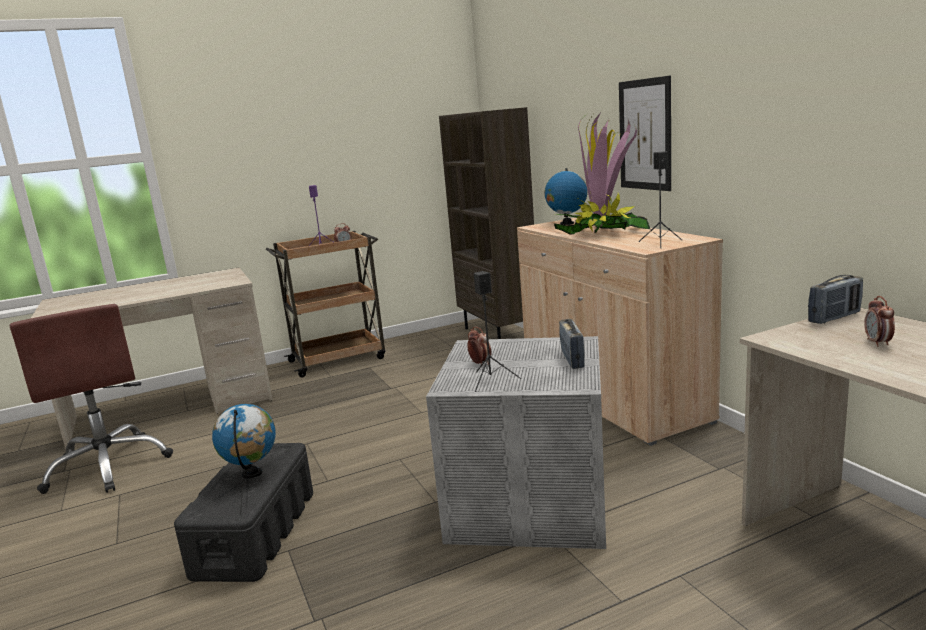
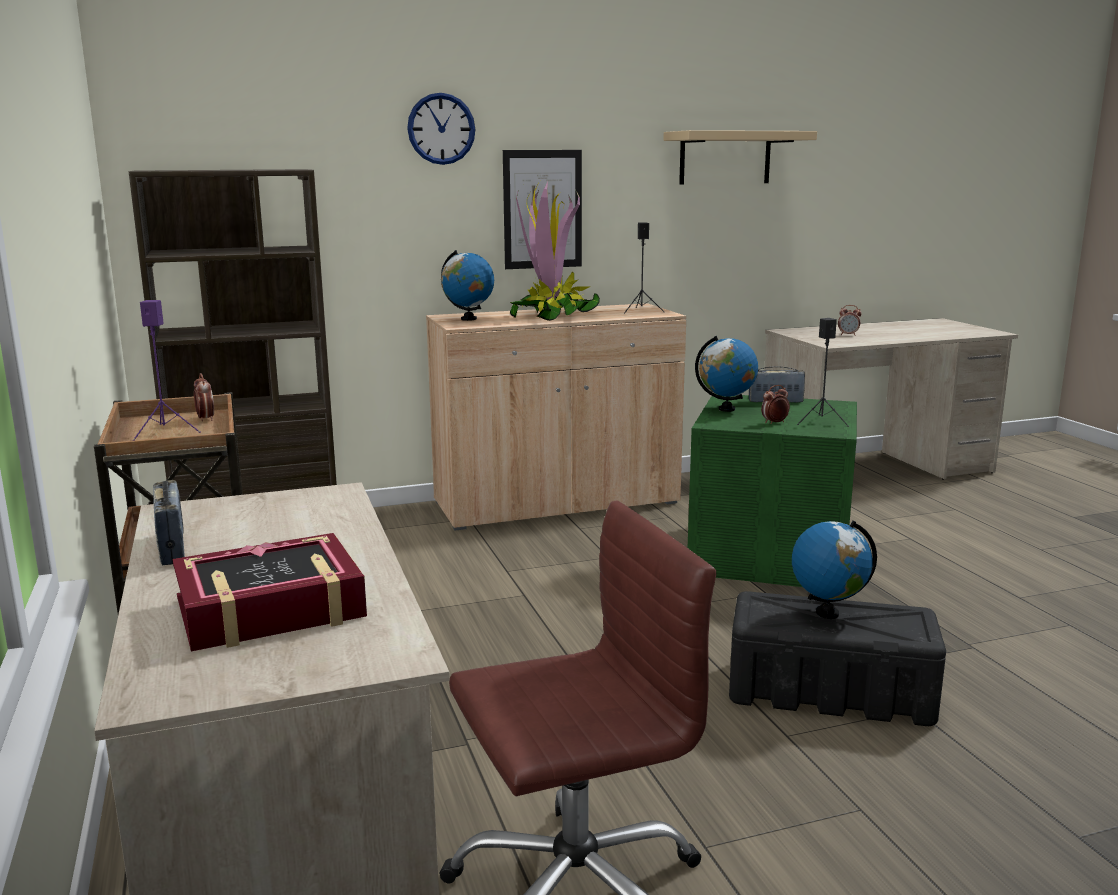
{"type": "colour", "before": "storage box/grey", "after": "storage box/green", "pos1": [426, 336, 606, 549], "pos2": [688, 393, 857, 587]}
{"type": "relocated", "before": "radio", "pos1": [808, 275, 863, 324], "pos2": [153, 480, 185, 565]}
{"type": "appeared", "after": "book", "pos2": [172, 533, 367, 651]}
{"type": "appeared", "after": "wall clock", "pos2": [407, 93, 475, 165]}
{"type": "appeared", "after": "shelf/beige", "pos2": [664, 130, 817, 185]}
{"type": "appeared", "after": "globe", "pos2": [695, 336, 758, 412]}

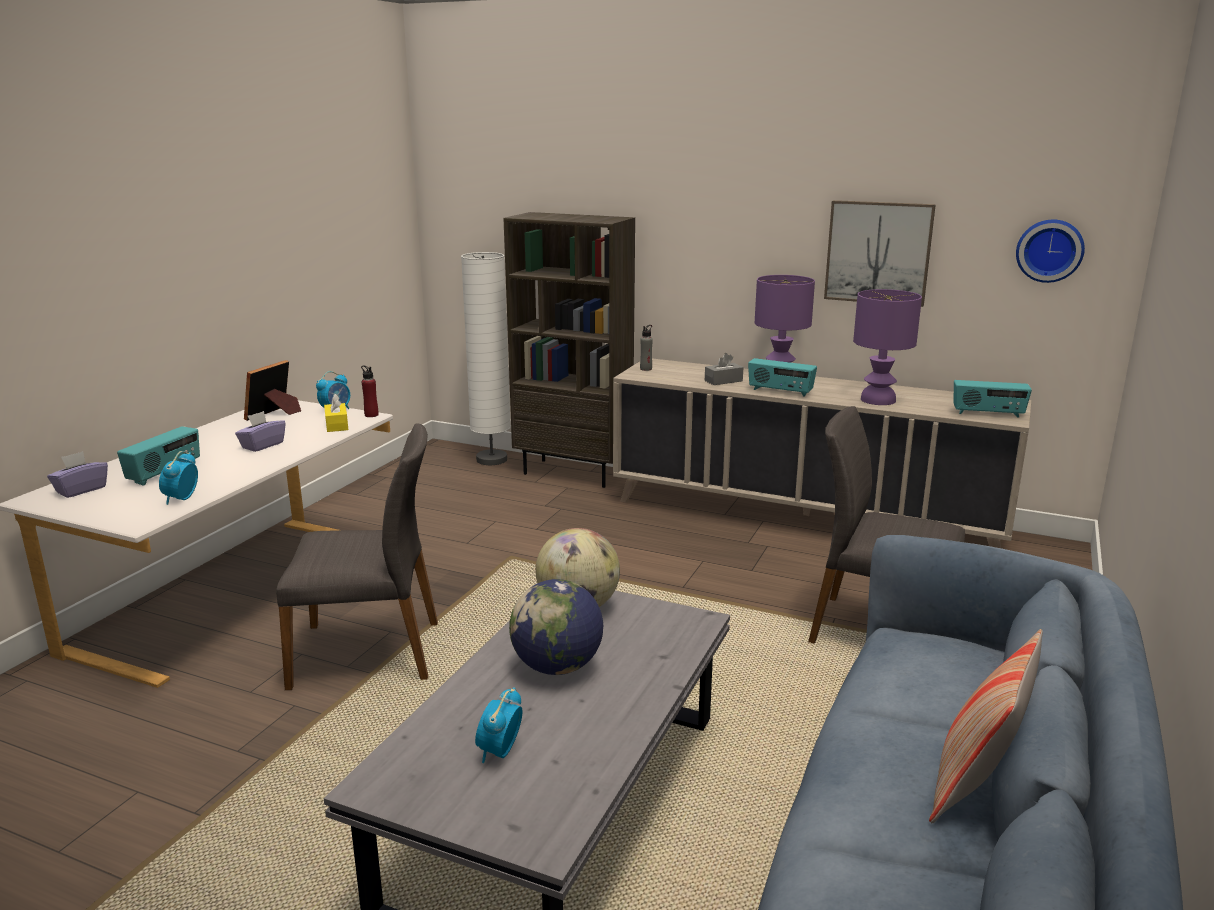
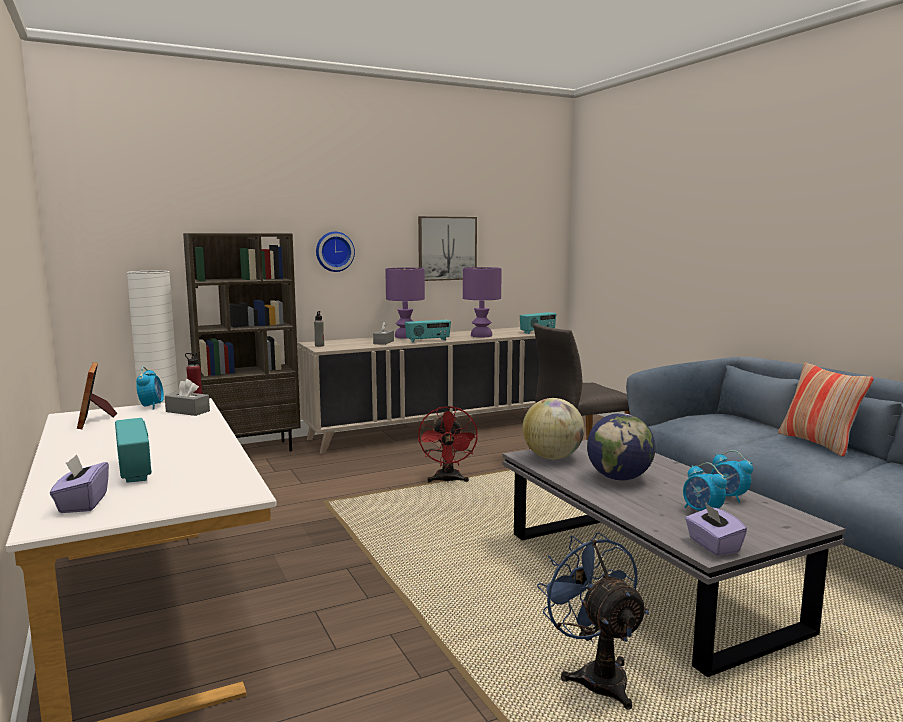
{"type": "relocated", "before": "alarm clock", "pos1": [159, 451, 198, 505], "pos2": [711, 450, 753, 503]}
{"type": "relocated", "before": "tissue box/purple", "pos1": [235, 411, 286, 452], "pos2": [685, 503, 747, 556]}
{"type": "missing", "before": "chair/grey", "pos1": [276, 423, 438, 690]}
{"type": "colour", "before": "tissue box/yellow", "after": "tissue box/grey", "pos1": [324, 394, 348, 432], "pos2": [165, 379, 210, 416]}
{"type": "relocated", "before": "wall clock", "pos1": [1016, 219, 1085, 283], "pos2": [316, 232, 355, 272]}
{"type": "appeared", "after": "fan/red", "pos2": [418, 406, 478, 483]}
{"type": "appeared", "after": "fan/blue", "pos2": [537, 532, 649, 710]}

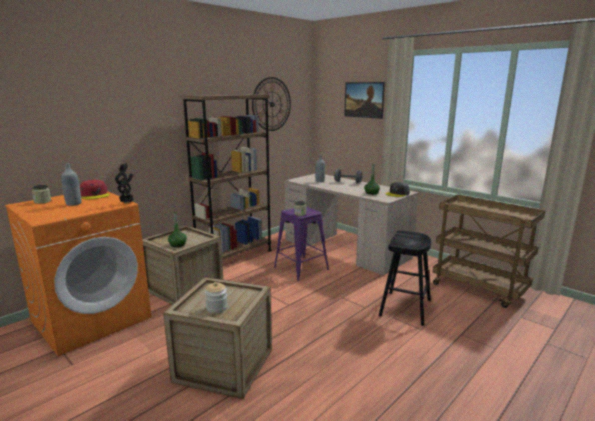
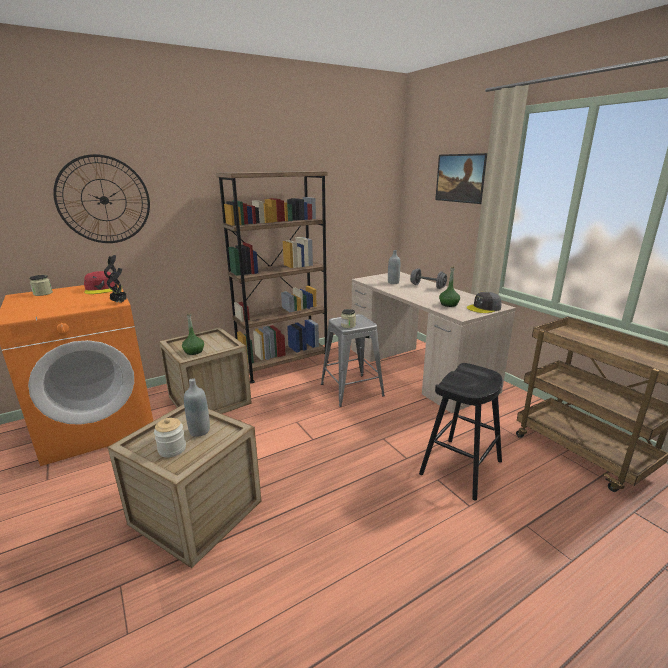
{"type": "relocated", "before": "bottle/grey", "pos1": [61, 163, 81, 206], "pos2": [184, 378, 210, 437]}
{"type": "relocated", "before": "wall clock", "pos1": [252, 77, 291, 131], "pos2": [53, 154, 150, 243]}
{"type": "colour", "before": "stool/purple", "after": "stool/grey", "pos1": [274, 207, 329, 281], "pos2": [321, 314, 385, 407]}

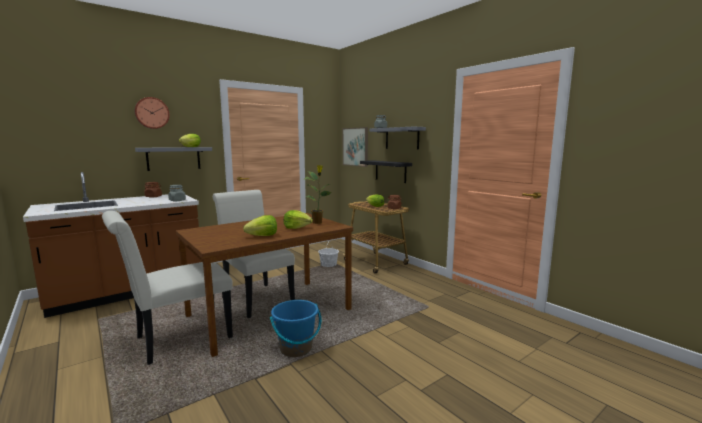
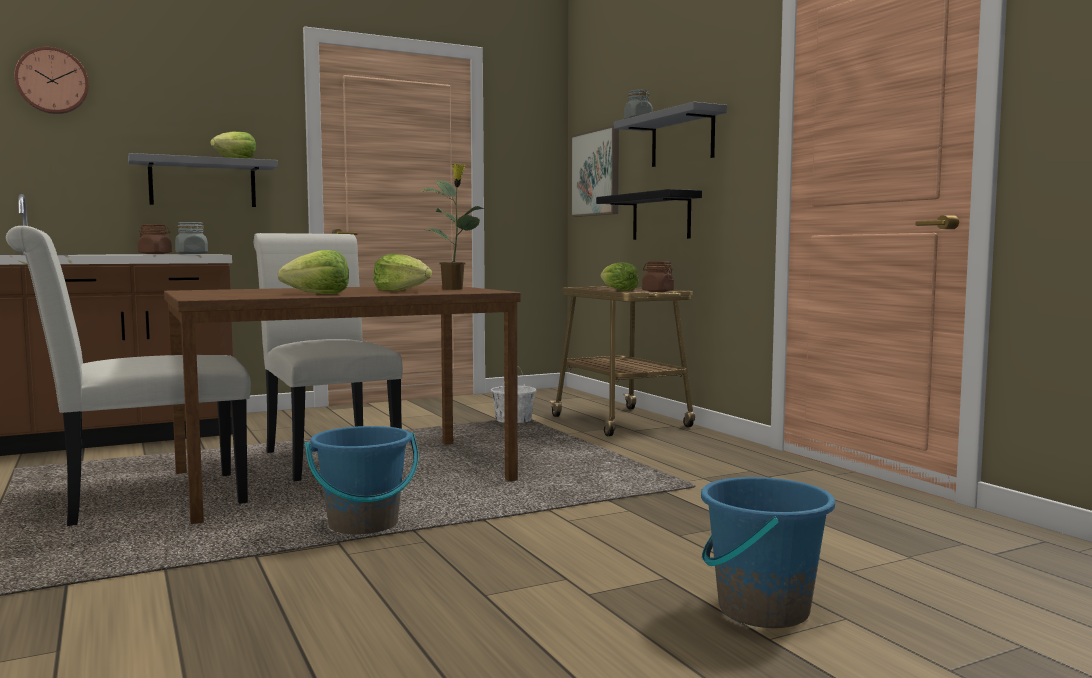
{"type": "relocated", "before": "wall clock", "pos1": [135, 97, 170, 129], "pos2": [14, 47, 89, 114]}
{"type": "appeared", "after": "bucket/blue", "pos2": [701, 477, 835, 628]}

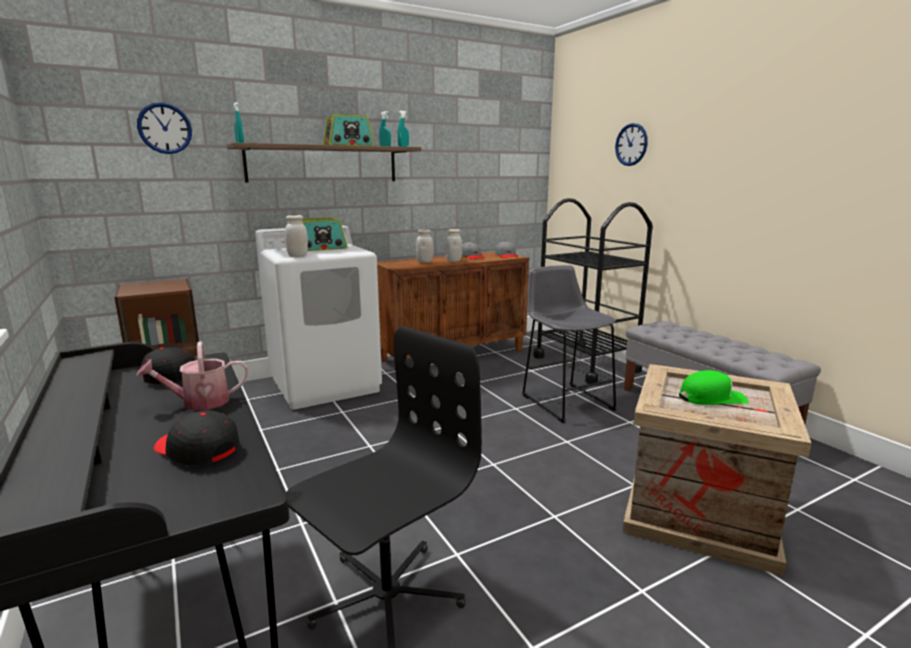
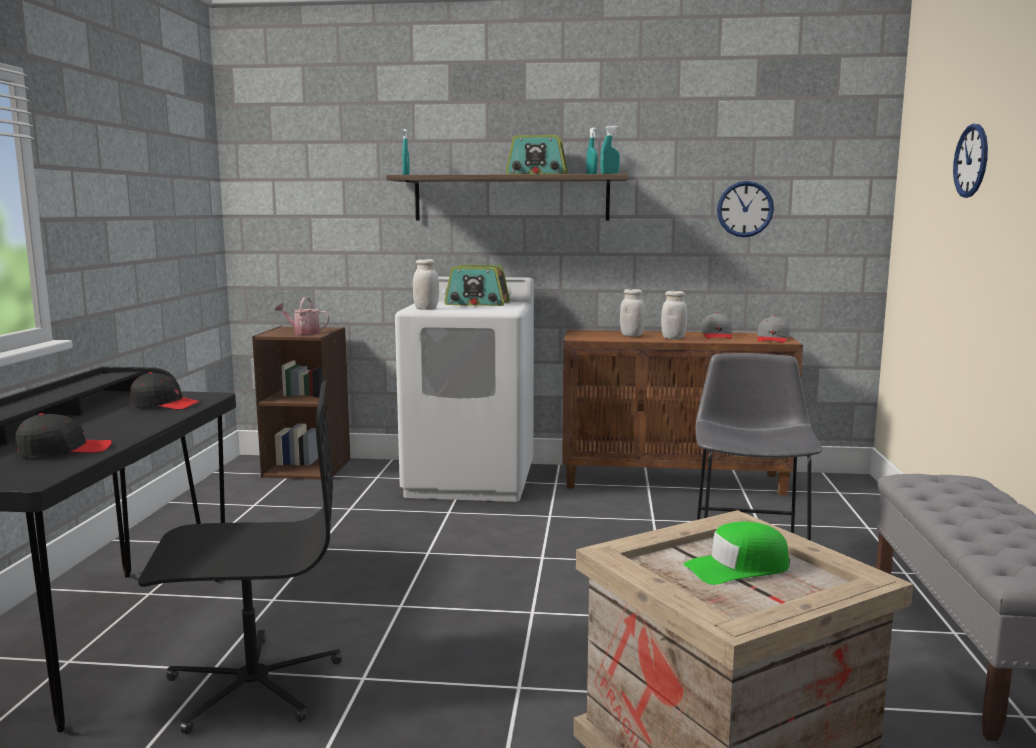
{"type": "relocated", "before": "watering can", "pos1": [136, 341, 248, 410], "pos2": [275, 297, 330, 335]}
{"type": "relocated", "before": "wall clock", "pos1": [137, 102, 192, 154], "pos2": [717, 181, 774, 237]}
{"type": "spun", "before": "cap/black", "pos1": [153, 410, 240, 465], "pos2": [15, 413, 112, 456], "turn": 90}
{"type": "missing", "before": "cart/black", "pos1": [533, 198, 653, 384]}
{"type": "spun", "before": "cap/green", "pos1": [679, 370, 749, 405], "pos2": [684, 522, 790, 585], "turn": 135}

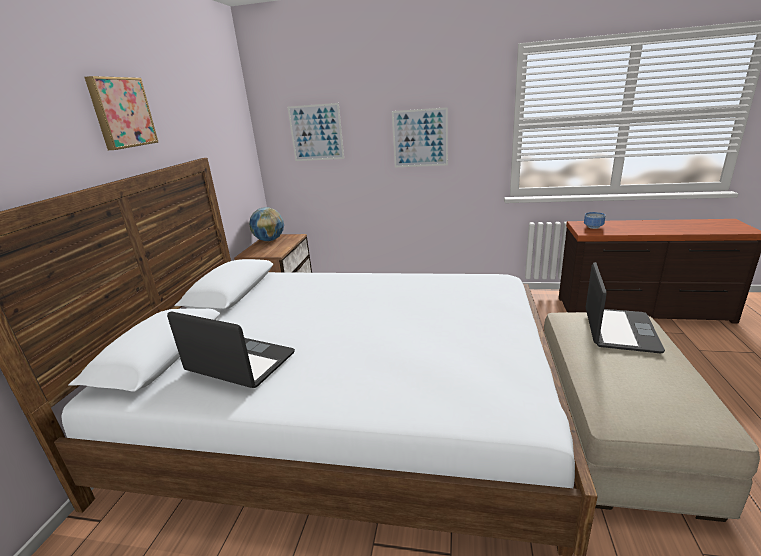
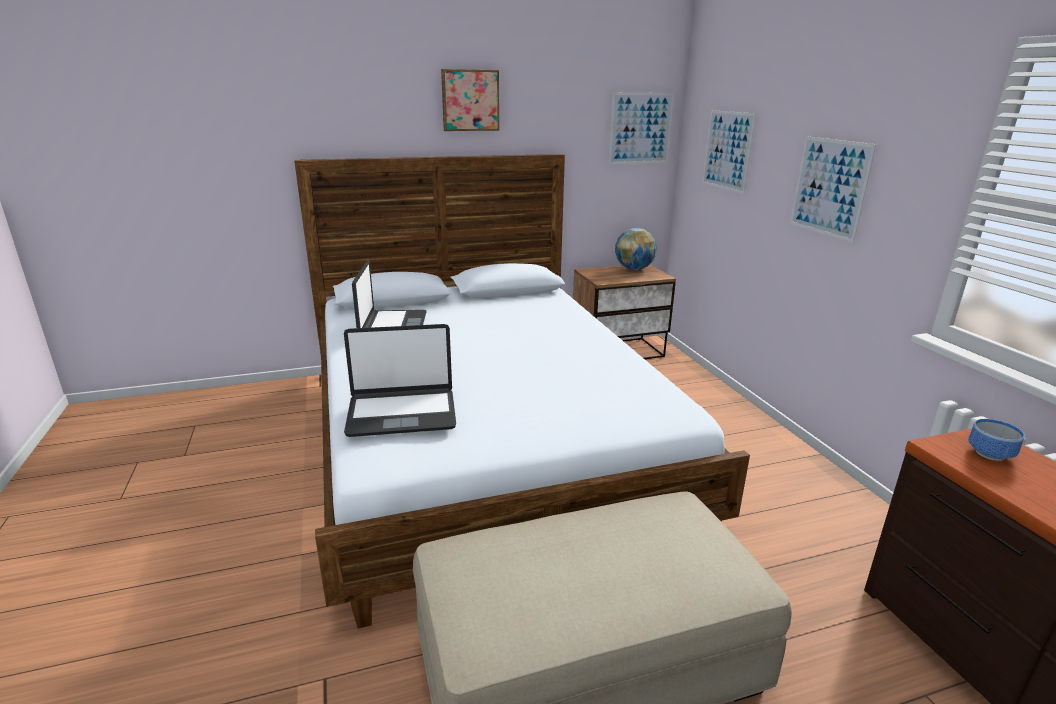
{"type": "relocated", "before": "laptop", "pos1": [586, 262, 665, 354], "pos2": [344, 324, 456, 437]}
{"type": "appeared", "after": "picture", "pos2": [609, 93, 674, 164]}

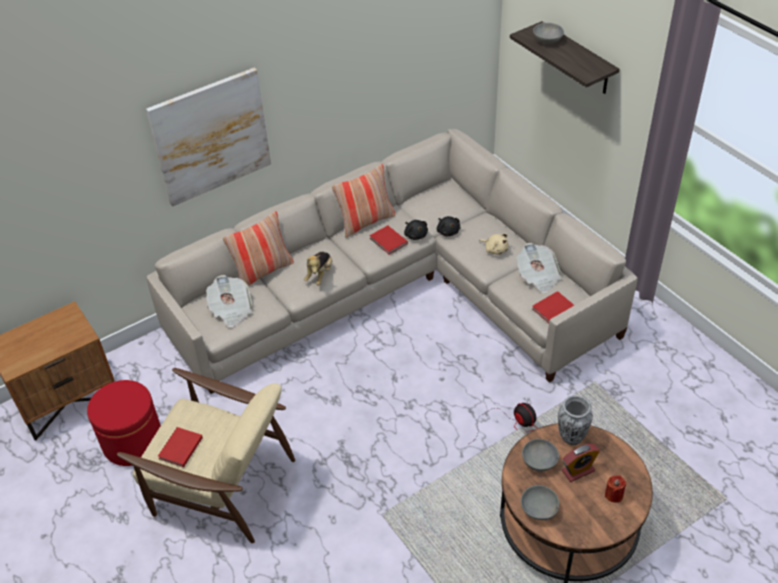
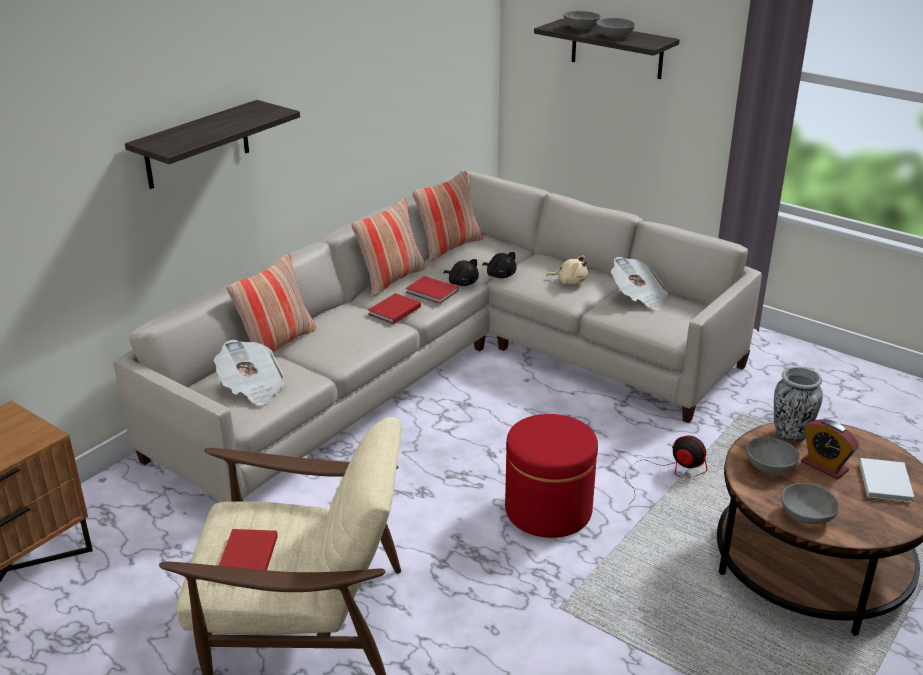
{"type": "relocated", "before": "ottoman/red", "pos1": [87, 380, 161, 466], "pos2": [505, 414, 598, 538]}
{"type": "exchanged", "before": "picture", "after": "shelf", "pos1": [146, 68, 271, 207], "pos2": [125, 100, 300, 189]}
{"type": "missing", "before": "plush toy", "pos1": [304, 252, 333, 286]}
{"type": "relocated", "before": "book/red", "pos1": [532, 291, 574, 323], "pos2": [368, 293, 421, 324]}
{"type": "spun", "before": "alarm clock", "pos1": [562, 444, 600, 482], "pos2": [801, 419, 859, 480], "turn": 90}
{"type": "exchanged", "before": "candle/red", "after": "book/white", "pos1": [605, 475, 626, 503], "pos2": [859, 458, 915, 503]}
{"type": "appeared", "after": "pillow", "pos2": [413, 171, 483, 262]}
{"type": "appeared", "after": "bowl/grey", "pos2": [596, 18, 635, 38]}

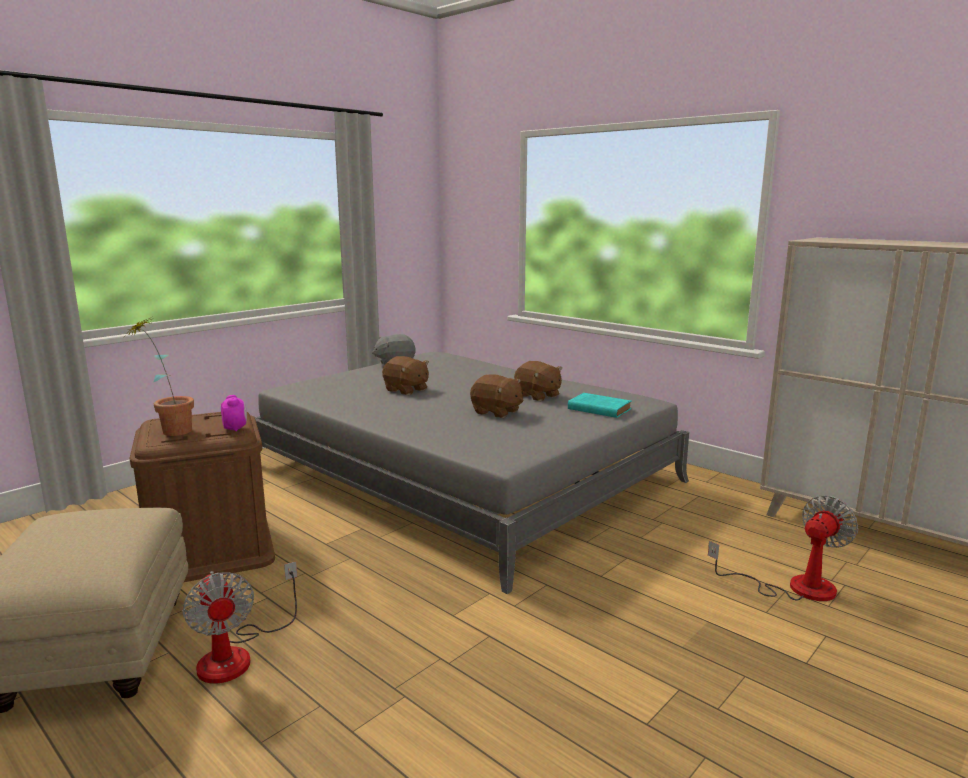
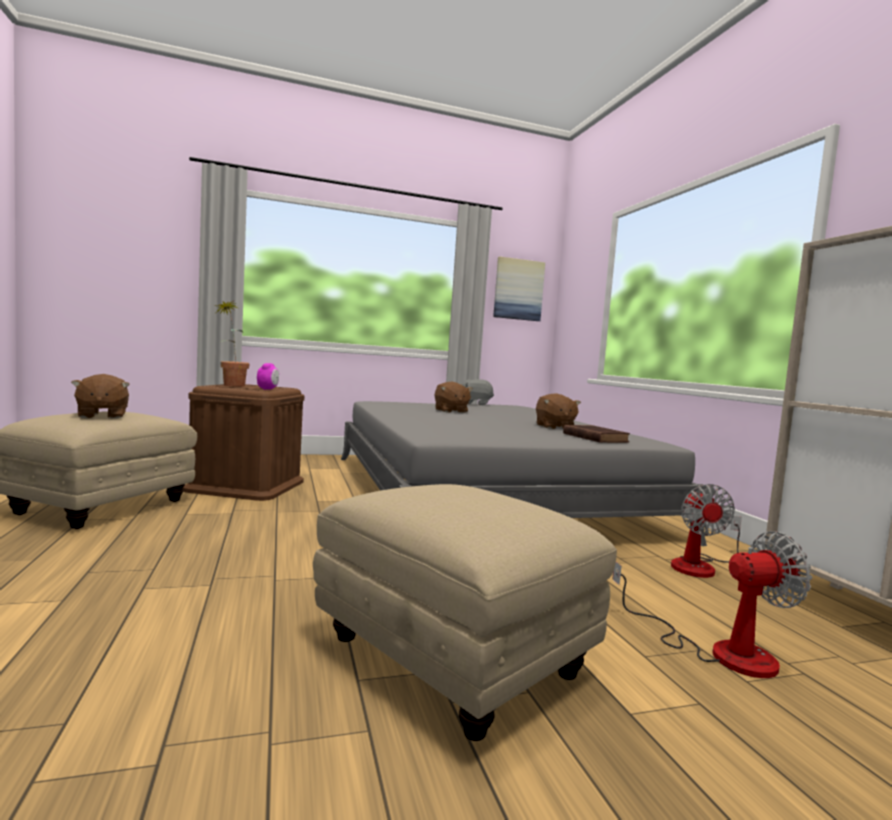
{"type": "relocated", "before": "fan", "pos1": [182, 562, 297, 684], "pos2": [671, 484, 742, 578]}
{"type": "relocated", "before": "plush toy/brown", "pos1": [470, 374, 523, 418], "pos2": [71, 374, 130, 418]}
{"type": "colour", "before": "book/turquoise", "after": "book/brown", "pos1": [568, 393, 632, 418], "pos2": [563, 425, 630, 443]}
{"type": "appeared", "after": "ottoman/beige", "pos2": [313, 484, 617, 741]}
{"type": "appeared", "after": "picture", "pos2": [493, 256, 545, 321]}

